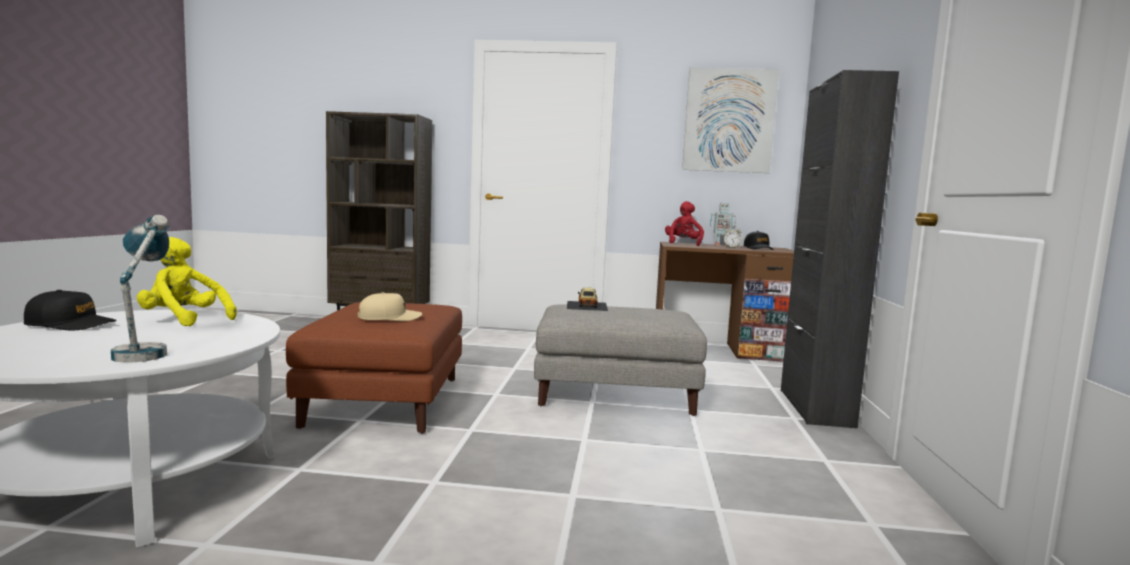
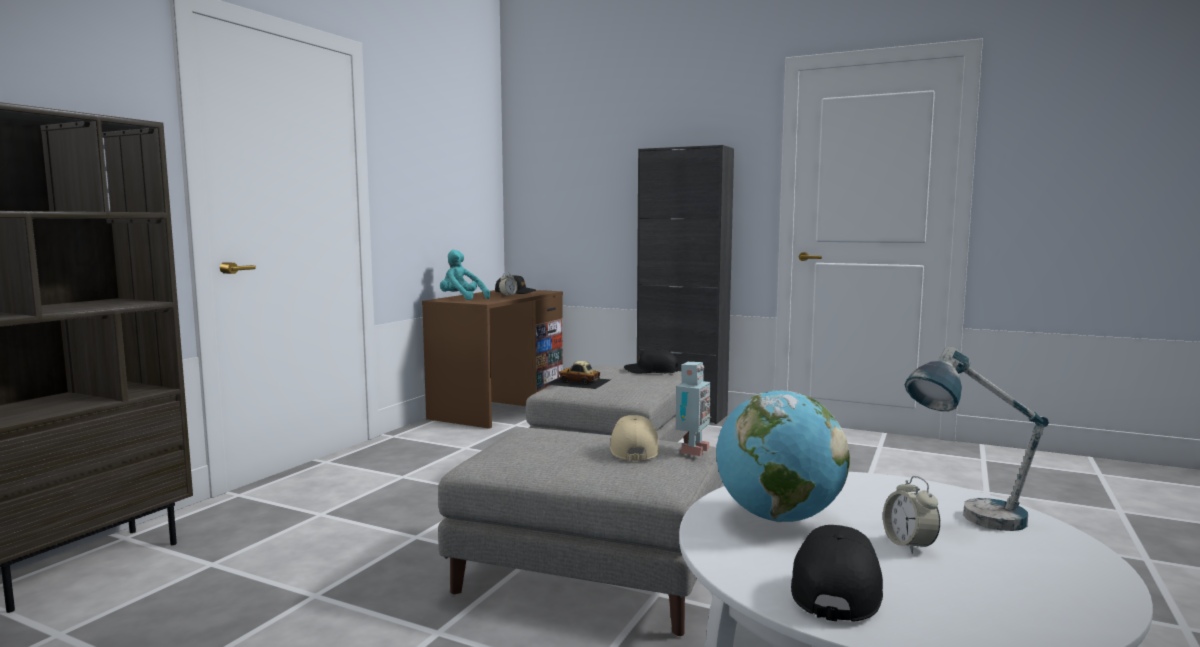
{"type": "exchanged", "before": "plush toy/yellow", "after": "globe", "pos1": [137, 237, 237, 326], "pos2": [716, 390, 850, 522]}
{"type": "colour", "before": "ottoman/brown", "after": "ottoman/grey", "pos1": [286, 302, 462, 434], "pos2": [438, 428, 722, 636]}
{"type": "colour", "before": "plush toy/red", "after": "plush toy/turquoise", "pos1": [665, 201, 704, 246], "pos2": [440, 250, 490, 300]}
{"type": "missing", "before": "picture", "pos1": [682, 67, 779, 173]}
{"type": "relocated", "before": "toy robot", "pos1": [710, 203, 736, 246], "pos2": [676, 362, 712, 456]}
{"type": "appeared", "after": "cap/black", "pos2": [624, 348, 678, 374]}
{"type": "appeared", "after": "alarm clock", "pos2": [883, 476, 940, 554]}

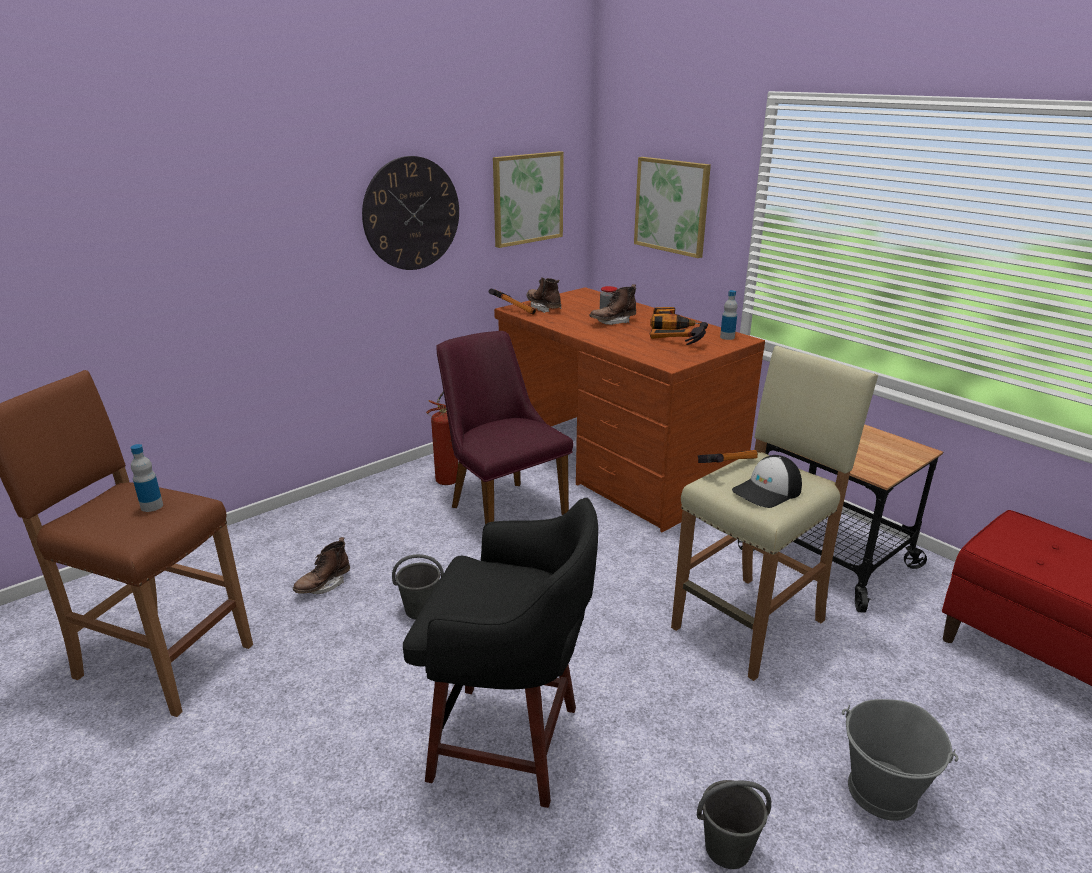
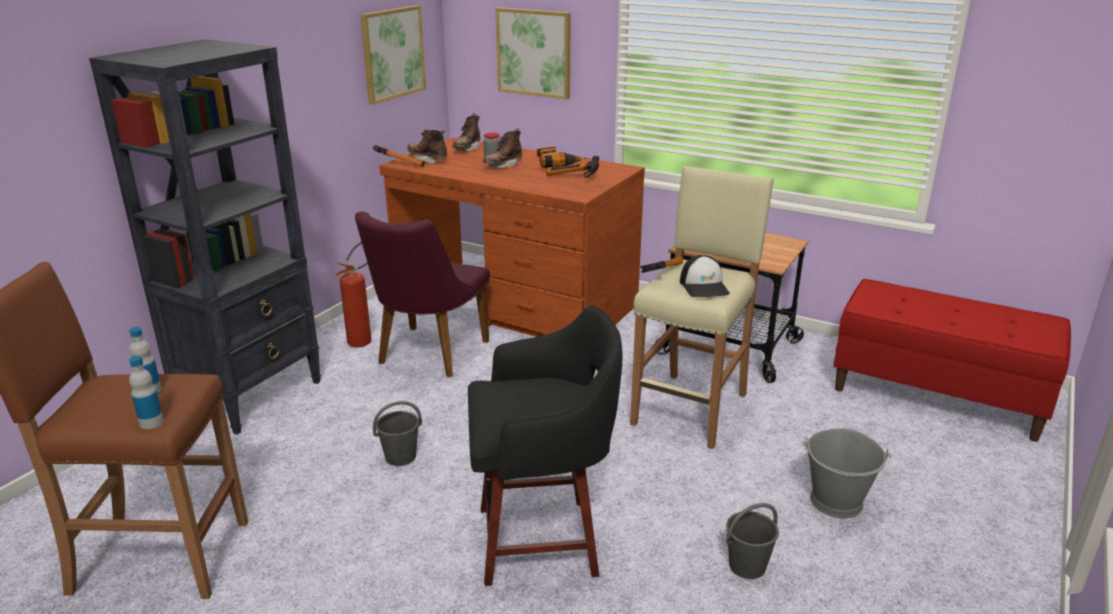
{"type": "relocated", "before": "boot/brown", "pos1": [293, 537, 350, 594], "pos2": [453, 113, 481, 152]}
{"type": "missing", "before": "wall clock", "pos1": [362, 156, 459, 270]}
{"type": "spun", "before": "chair/purple", "pos1": [436, 331, 573, 524], "pos2": [355, 212, 490, 377], "turn": -105}
{"type": "relocated", "before": "bottle", "pos1": [720, 290, 738, 340], "pos2": [129, 356, 164, 429]}
{"type": "spun", "before": "cap", "pos1": [732, 455, 802, 508], "pos2": [680, 255, 730, 297], "turn": -45}
{"type": "appeared", "after": "bookcase/black", "pos2": [89, 39, 321, 435]}

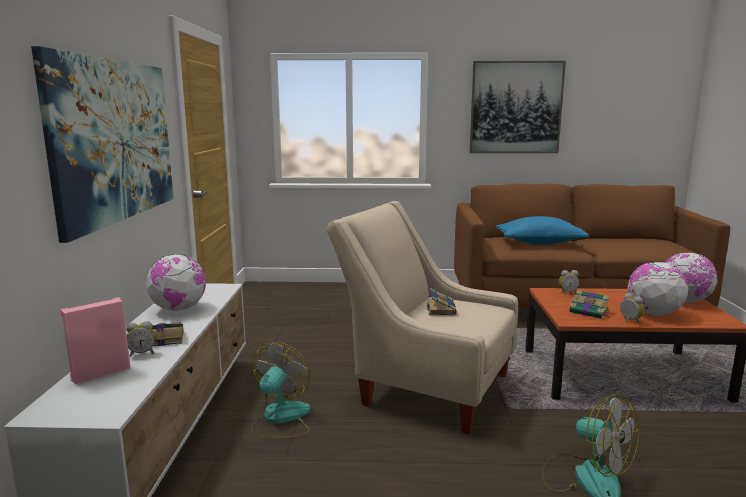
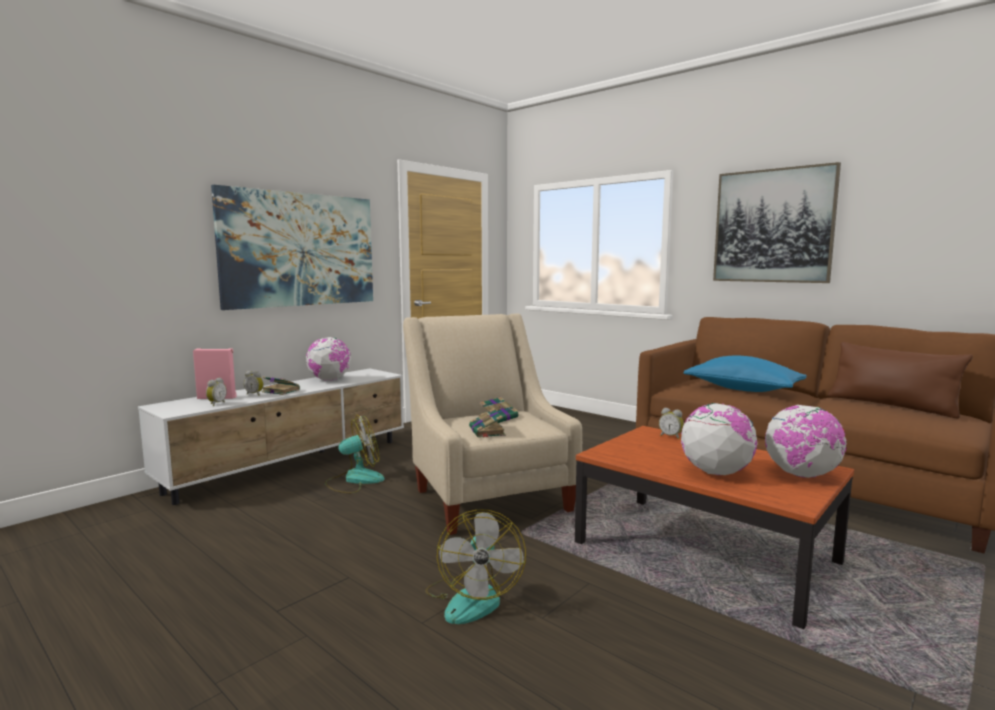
{"type": "relocated", "before": "book", "pos1": [570, 290, 609, 319], "pos2": [469, 408, 506, 438]}
{"type": "relocated", "before": "alarm clock", "pos1": [620, 293, 644, 324], "pos2": [206, 378, 227, 406]}
{"type": "appeared", "after": "pillow/brown", "pos2": [828, 342, 973, 419]}

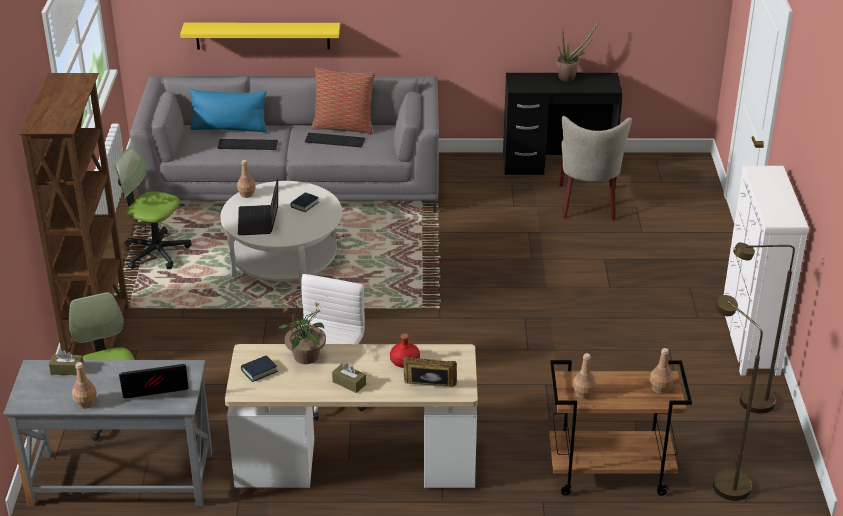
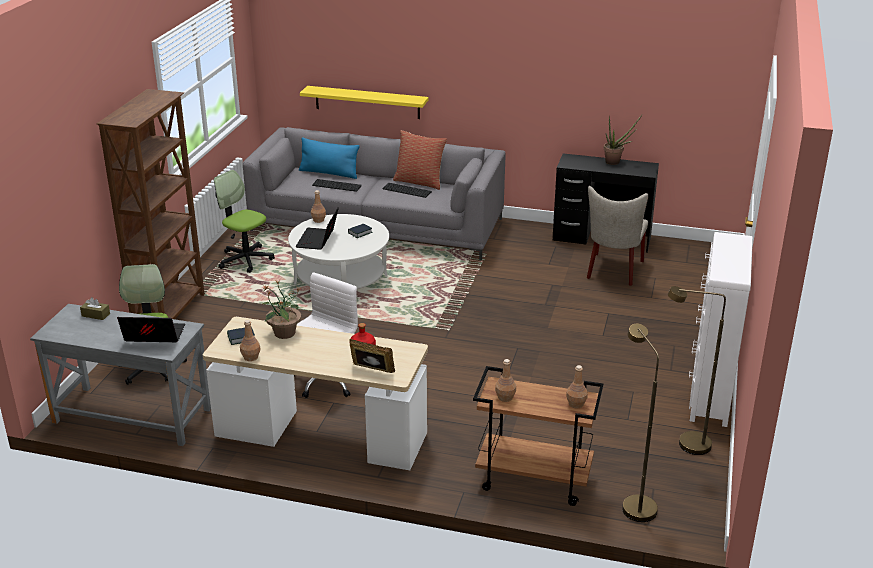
{"type": "relocated", "before": "bottle/brown", "pos1": [72, 362, 97, 409], "pos2": [240, 320, 260, 361]}
{"type": "missing", "before": "tissue box/brown", "pos1": [332, 364, 366, 393]}

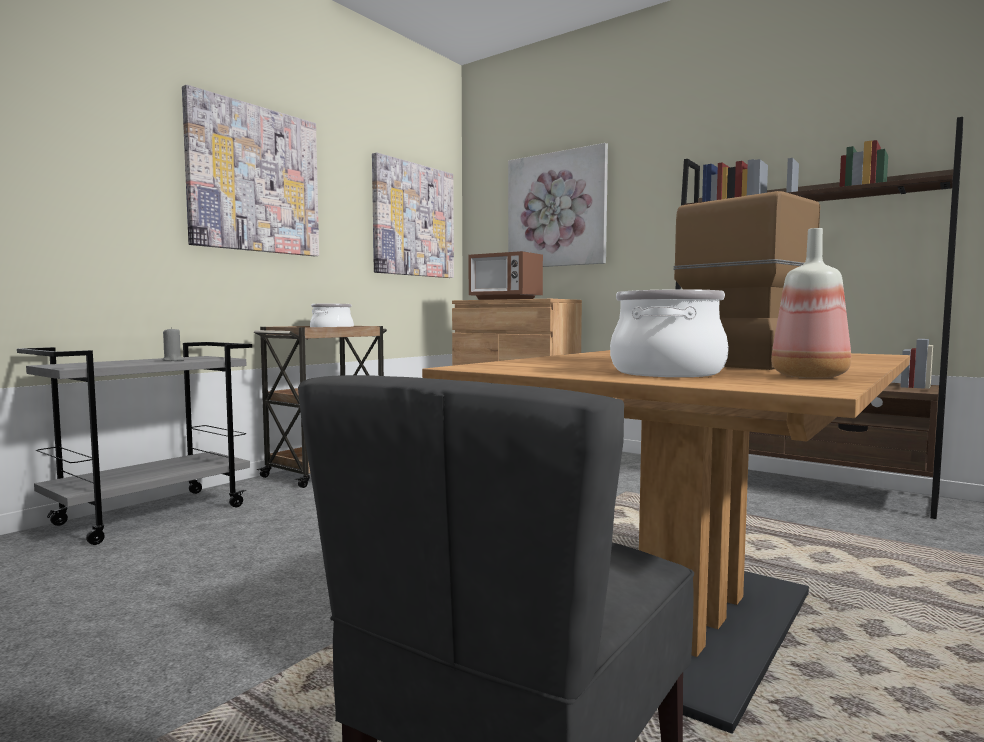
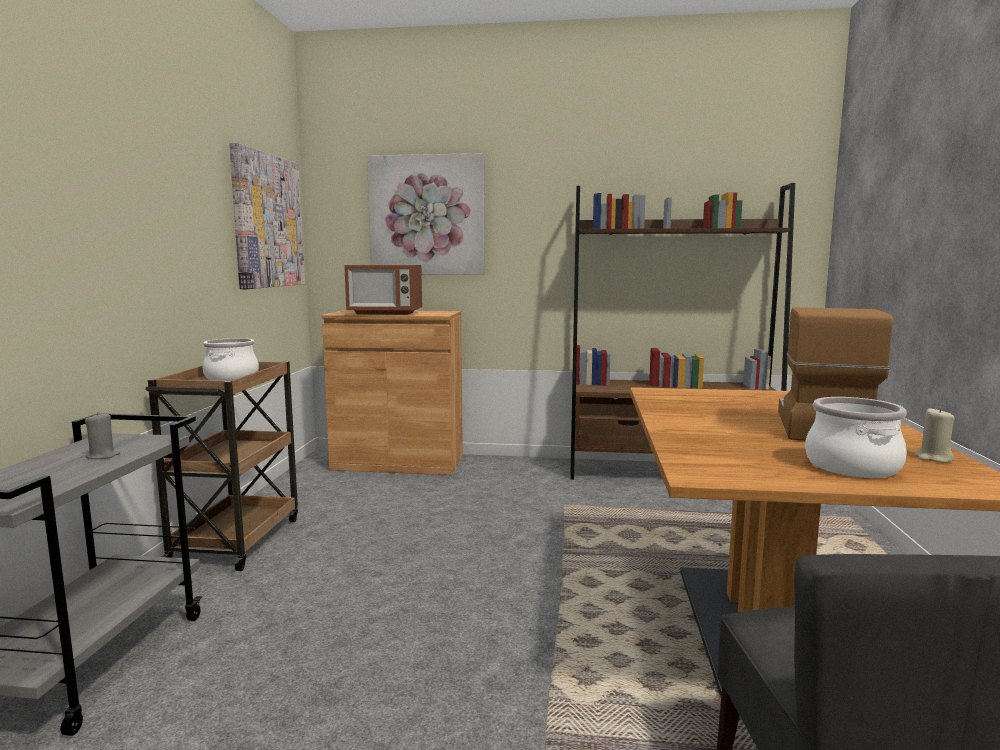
{"type": "missing", "before": "picture", "pos1": [182, 85, 319, 256]}
{"type": "exchanged", "before": "bottle", "after": "candle/beige", "pos1": [771, 228, 851, 378], "pos2": [915, 408, 955, 462]}

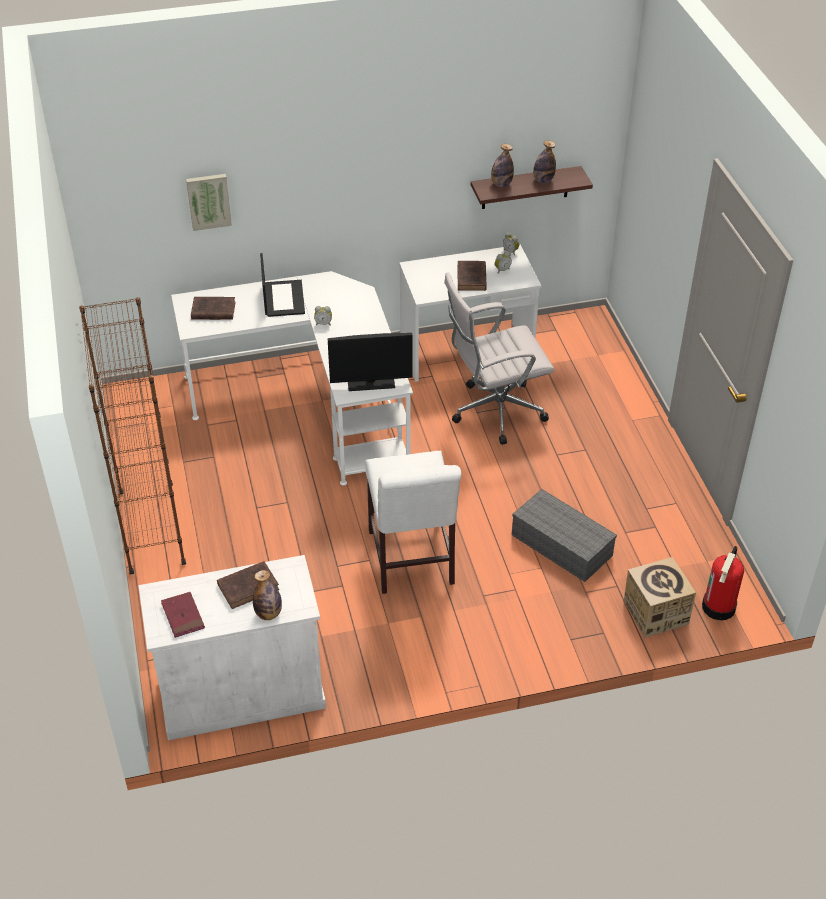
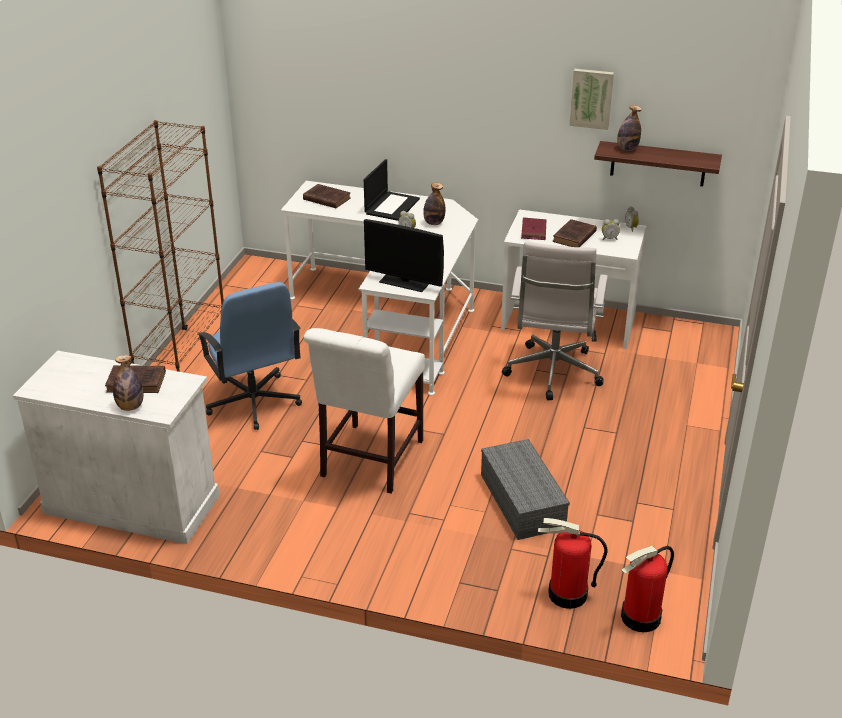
{"type": "relocated", "before": "book/red", "pos1": [161, 592, 205, 638], "pos2": [521, 217, 546, 240]}
{"type": "relocated", "before": "picture", "pos1": [186, 174, 232, 231], "pos2": [569, 69, 614, 130]}
{"type": "spun", "before": "office chair/white", "pos1": [444, 272, 554, 445], "pos2": [502, 242, 608, 400], "turn": -90}
{"type": "relocated", "before": "bottle", "pos1": [533, 141, 556, 183], "pos2": [423, 183, 445, 225]}
{"type": "exchanged", "before": "cardboard box", "after": "fire extinguisher", "pos1": [624, 557, 696, 638], "pos2": [538, 518, 608, 609]}
{"type": "appeared", "after": "office chair/blue", "pos2": [197, 282, 302, 430]}

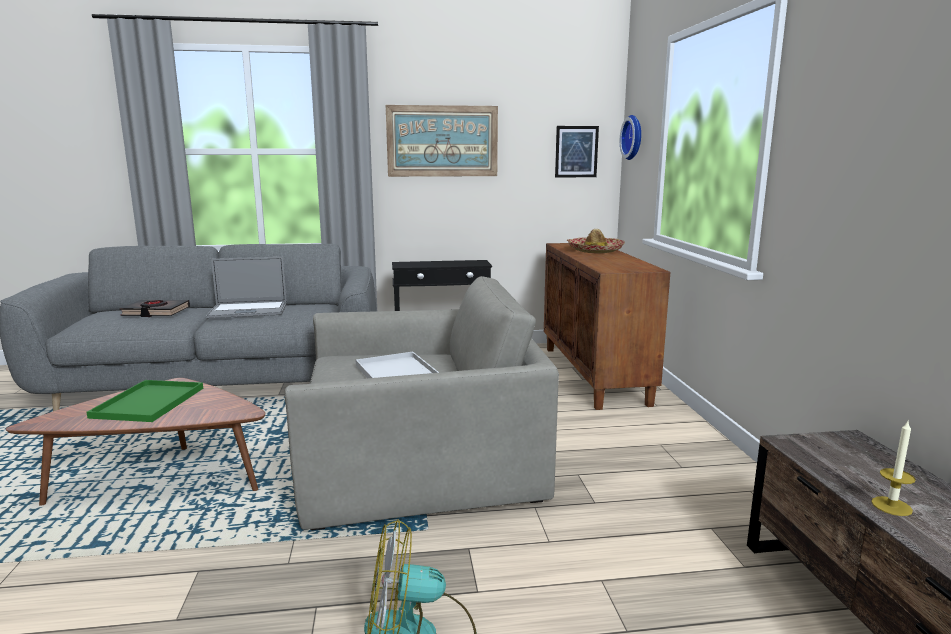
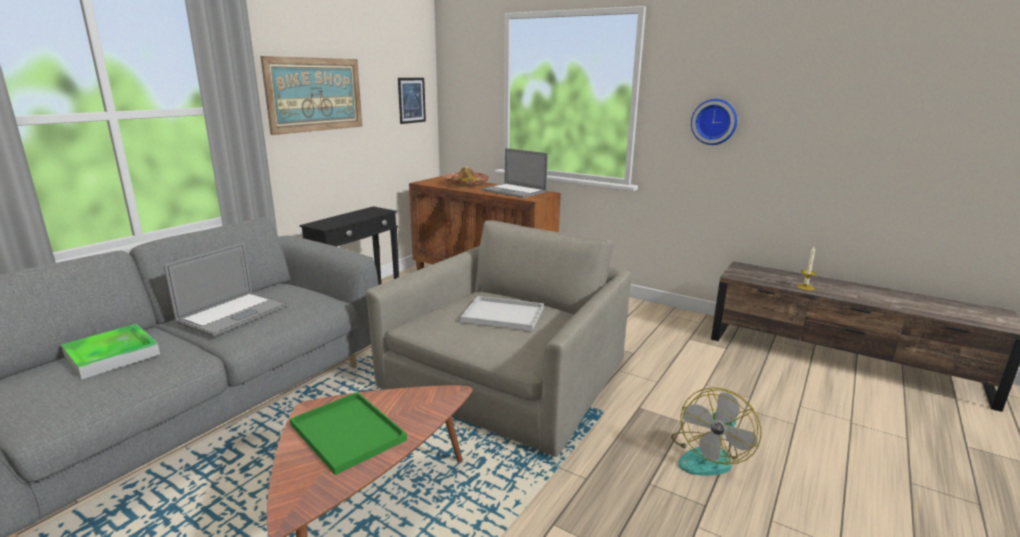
{"type": "exchanged", "before": "book/black", "after": "tray", "pos1": [120, 300, 190, 317], "pos2": [61, 324, 160, 379]}
{"type": "relocated", "before": "wall clock", "pos1": [620, 115, 641, 160], "pos2": [691, 99, 737, 145]}
{"type": "appeared", "after": "laptop", "pos2": [481, 148, 548, 198]}

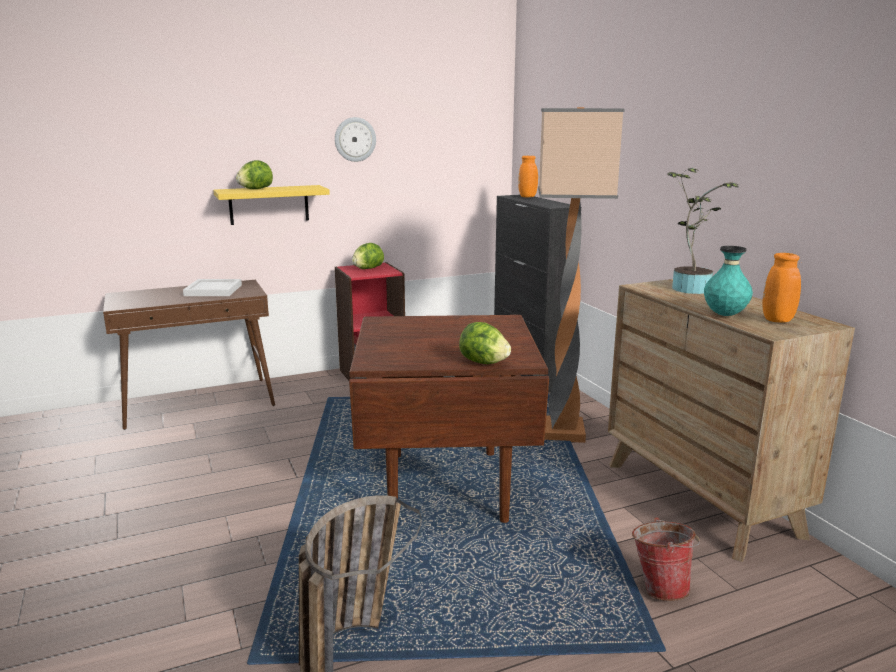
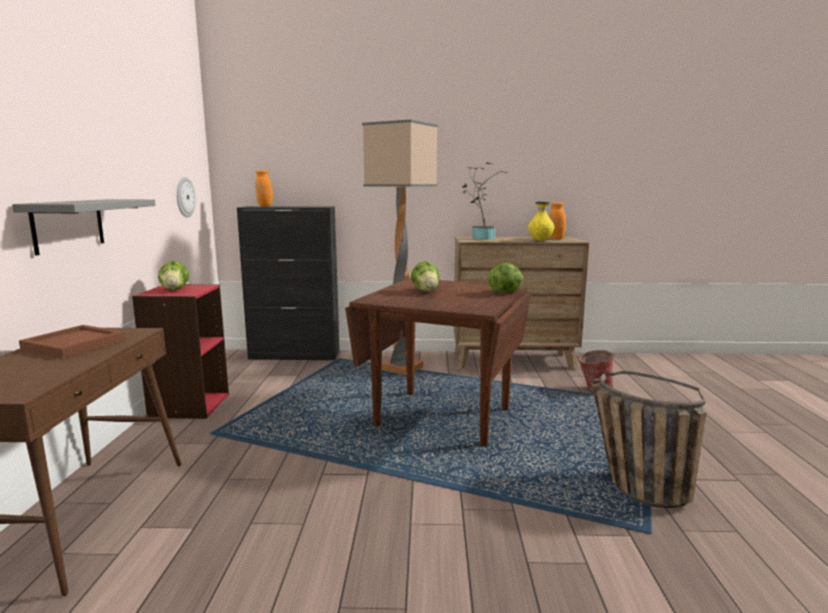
{"type": "colour", "before": "tray/white", "after": "tray/brown", "pos1": [183, 279, 242, 296], "pos2": [19, 325, 125, 359]}
{"type": "colour", "before": "shelf/yellow", "after": "shelf/grey", "pos1": [213, 185, 330, 225], "pos2": [12, 199, 156, 256]}
{"type": "relocated", "before": "lettuce", "pos1": [236, 160, 273, 189], "pos2": [411, 261, 440, 292]}
{"type": "relocated", "before": "wall clock", "pos1": [335, 117, 376, 162], "pos2": [177, 177, 196, 218]}
{"type": "colour", "before": "vase/turquoise", "after": "vase/yellow", "pos1": [704, 246, 753, 316], "pos2": [528, 202, 554, 241]}

